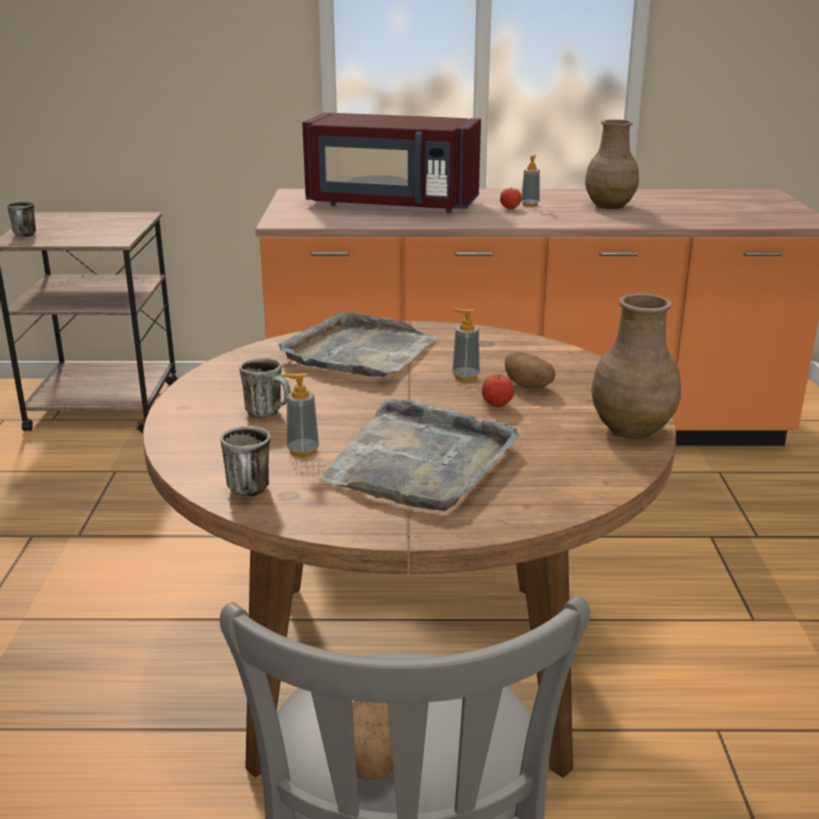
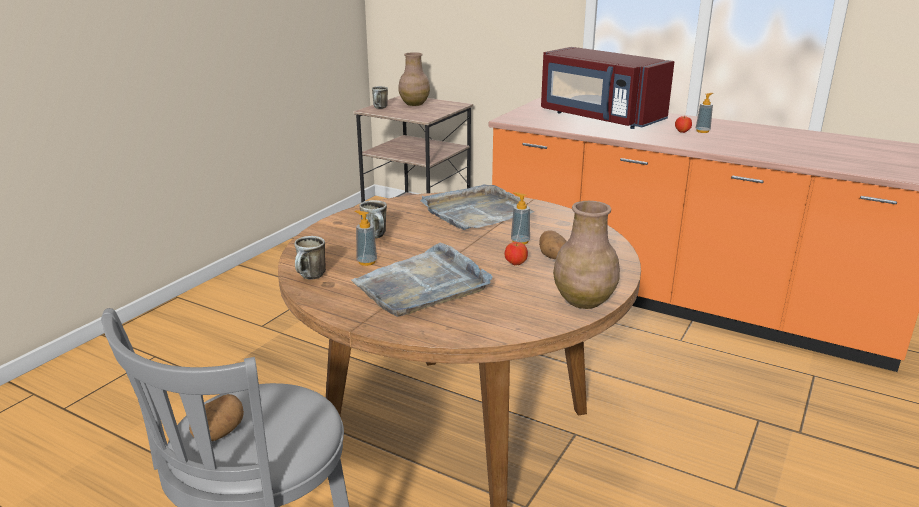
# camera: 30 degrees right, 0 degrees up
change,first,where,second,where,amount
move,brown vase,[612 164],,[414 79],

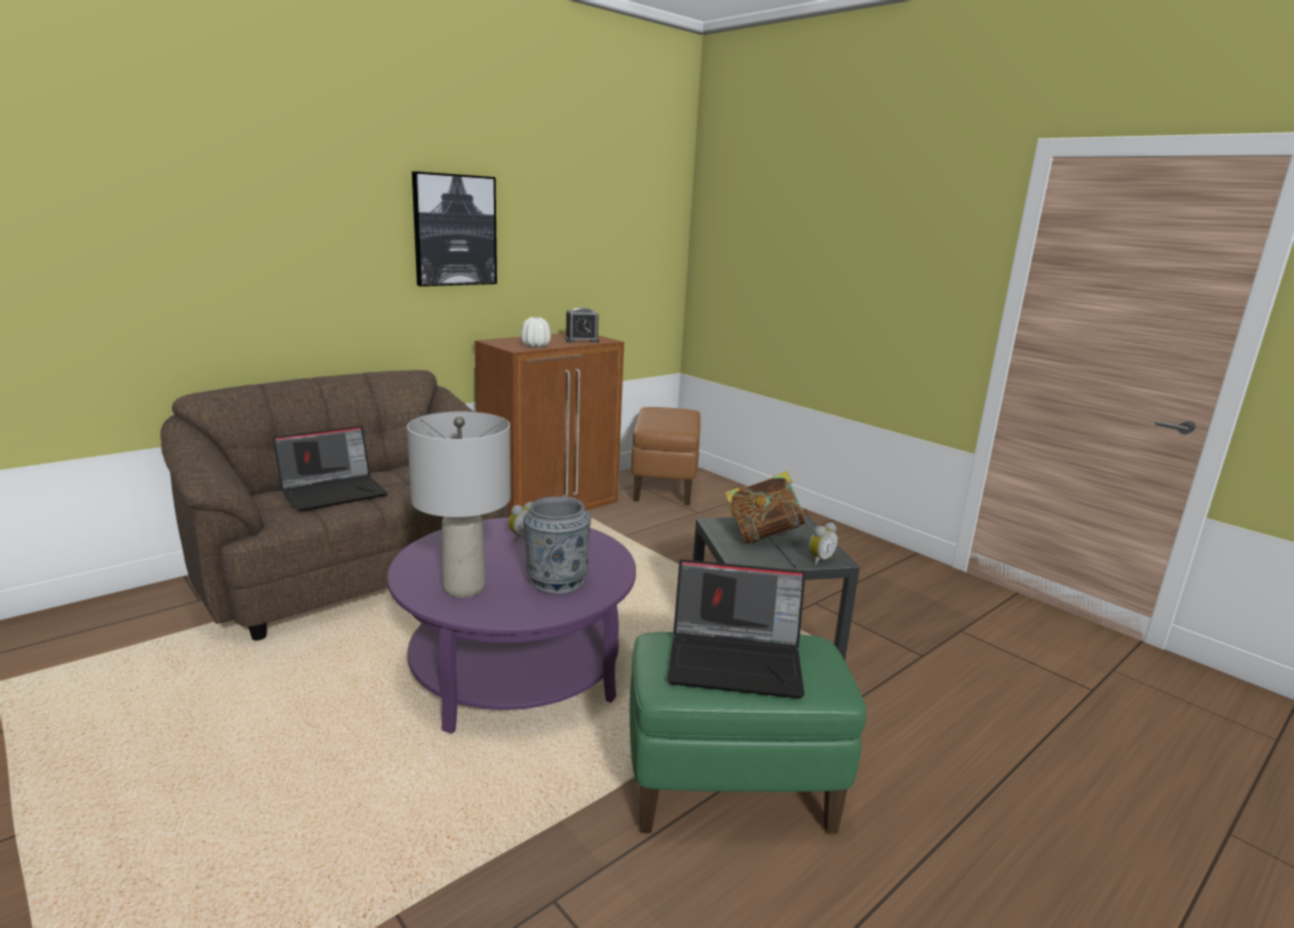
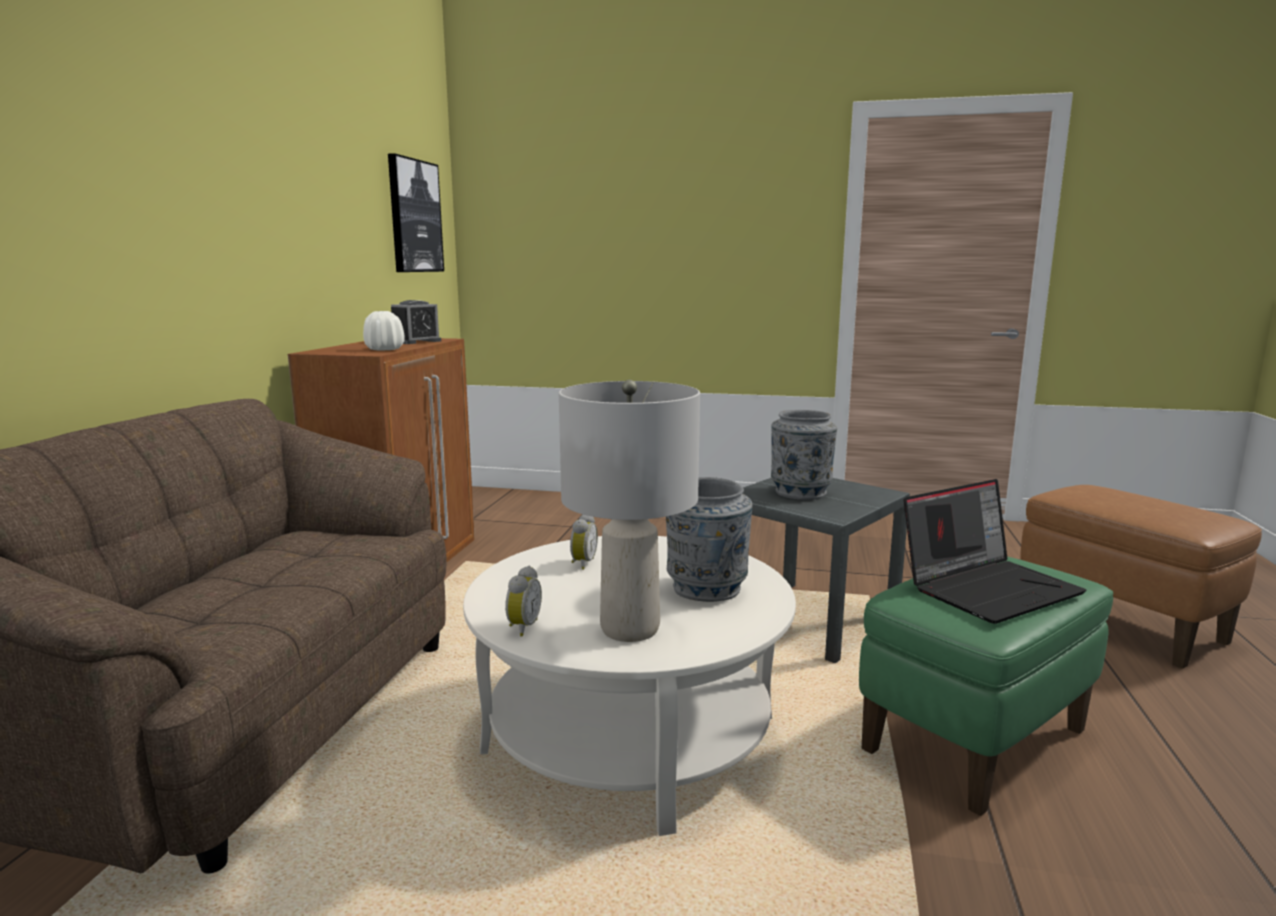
# camera: 35 degrees left, 5 degrees down
change,first,where,second,where,amount
delete,laptop,[330 469],,,
recolor,purple coffee table,[511 626],white coffee table,[629 686],
move,picture,[454 228],,[416 212],
move,brown ottoman,[666 456],,[1141 577],
replace,book,[768 507],grey vase,[804 455],
move,alarm clock,[823 543],,[523 601],

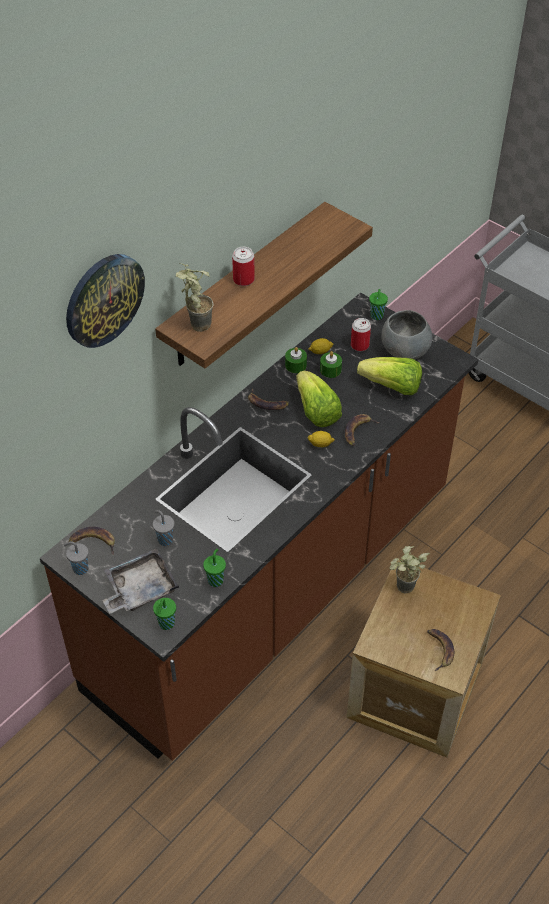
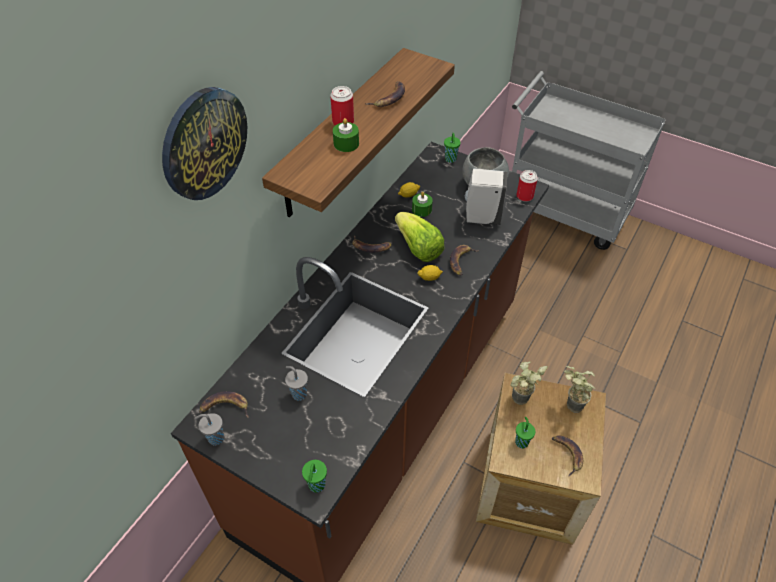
# camera: 10 degrees left, 0 degrees up
change,first,where,second,where,amount
delete,grey tray,[140 581],,,
move,potted plant,[195 297],,[579 389],
move,green cup,[214 568],,[525 432],
move,green candle,[296 360],,[346 135],
move,can,[361 334],,[527 186],
replace,lettuce,[389 376],white soap dispenser,[486 196],
insert,,,banana,[385 94],

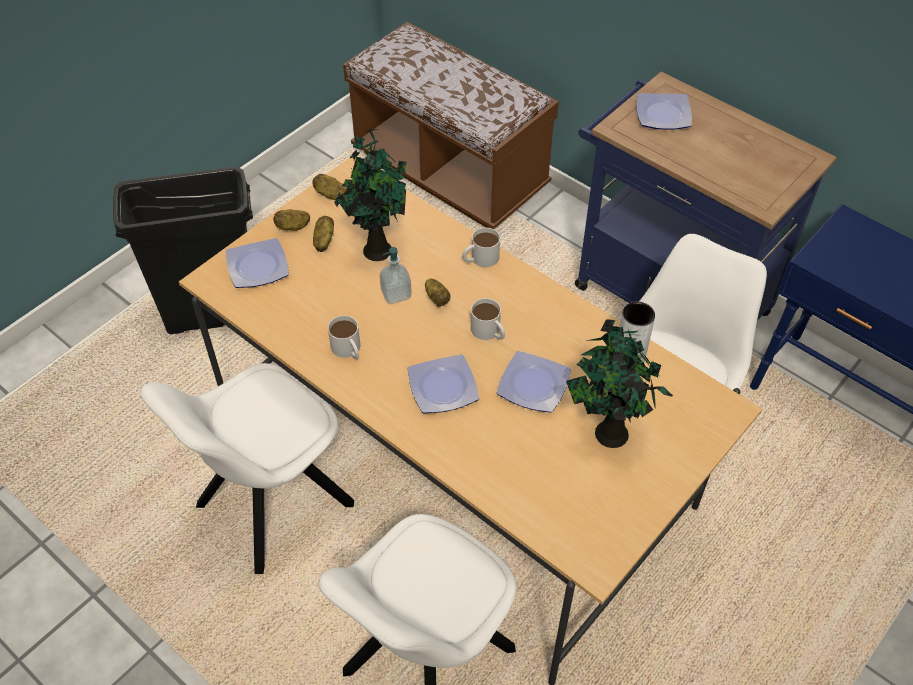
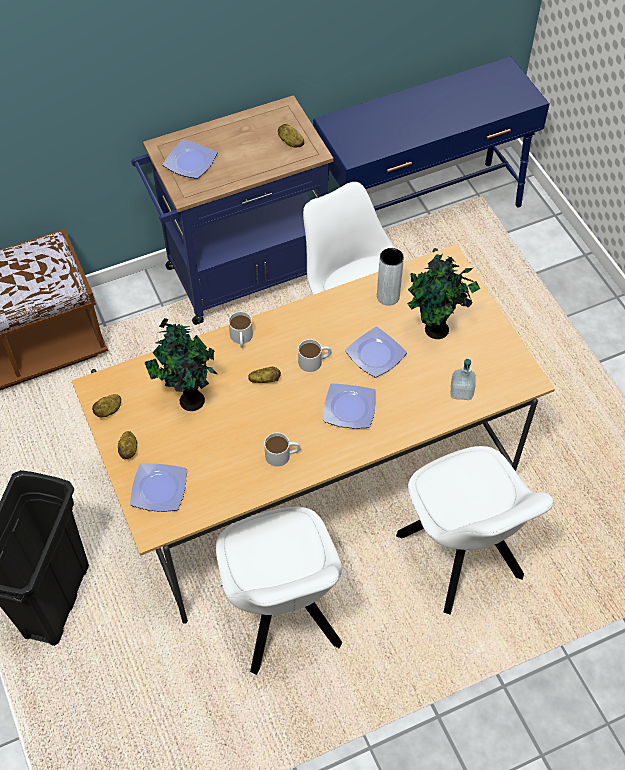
# camera: 65 degrees left, 5 degrees up
change,first,where,second,where,amount
move,potato,[323 234],,[291 135],
move,soap dispenser,[396 275],,[463 379],

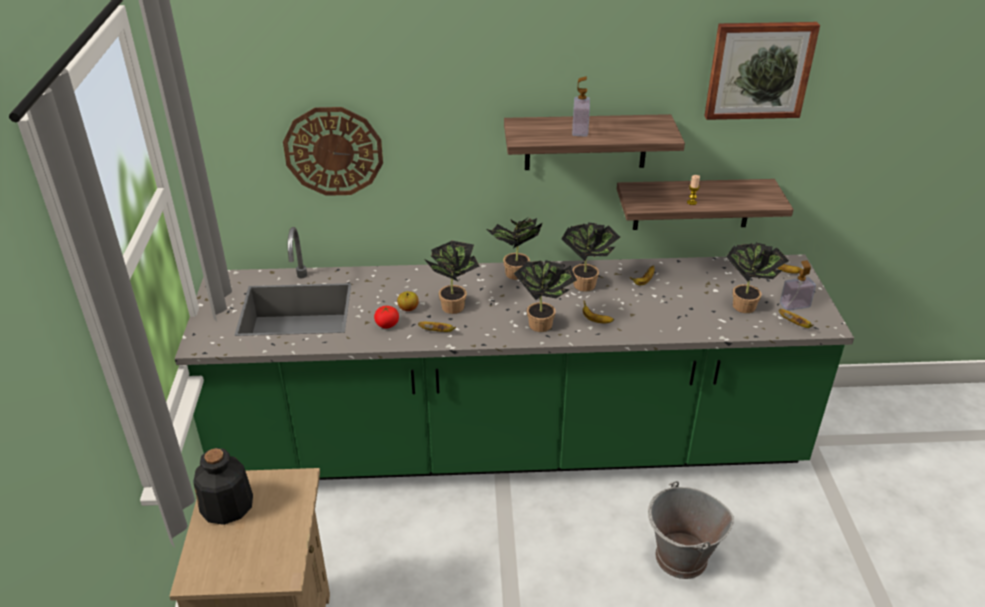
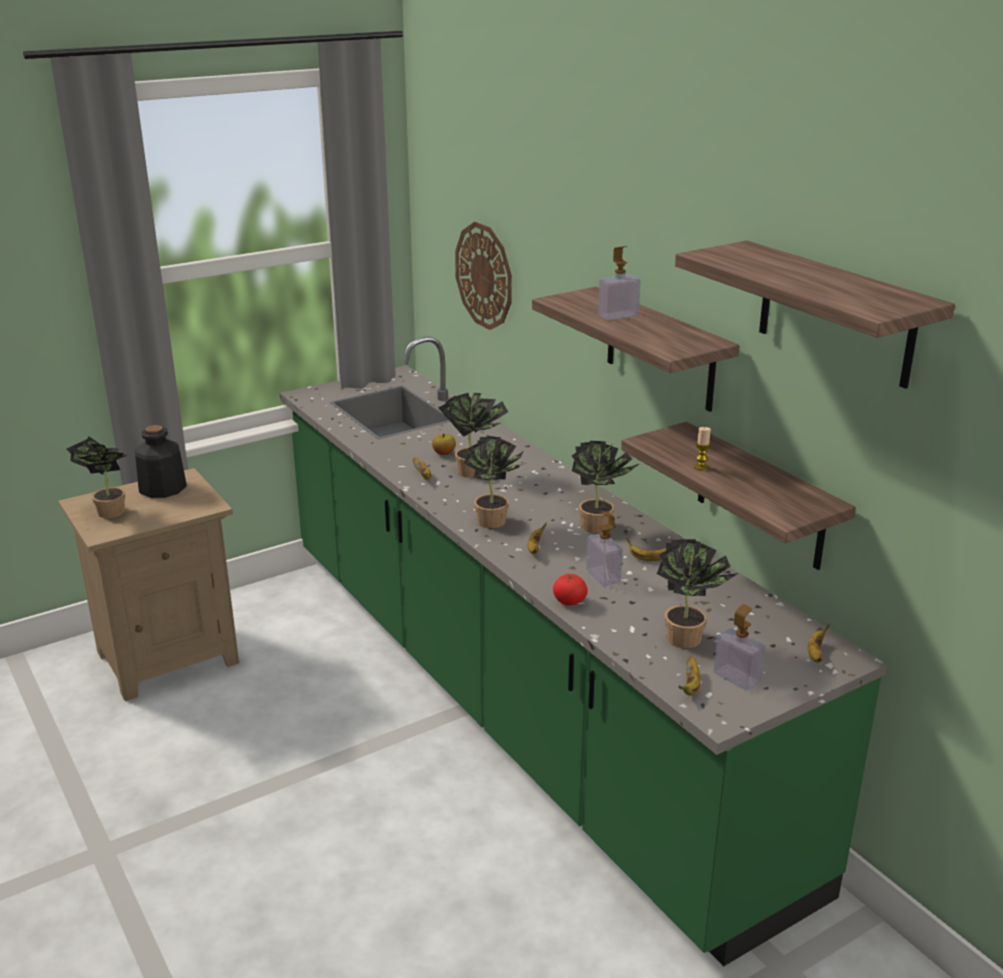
# camera: 60 degrees right, 10 degrees down
change,first,where,second,where,amount
move,tomato,[386 317],,[570 590],
move,potted plant,[514 248],,[96 477],
delete,grey bucket,[691 530],,,
replace,picture,[762 71],shelf,[815 314],
insert,,,soap dispenser,[604 548],

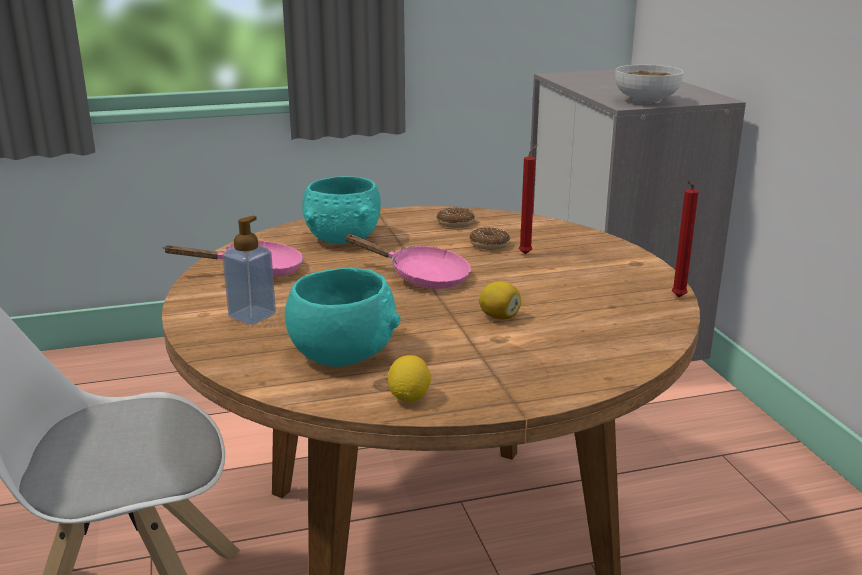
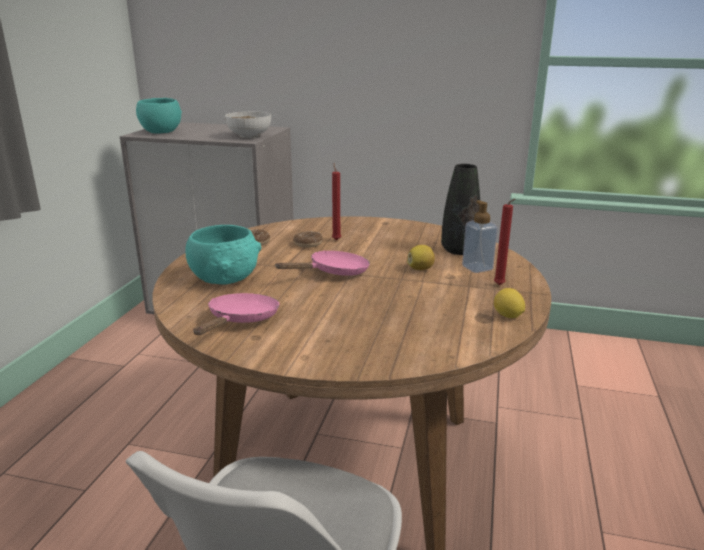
# camera: 60 degrees left, 0 degrees up
change,first,where,second,where,amount
move,soap dispenser,[249 270],,[480 236],
move,turquoise bowl,[342 317],,[159 116],
move,red candle,[685 239],,[504 242],
insert,,,black vase,[460 209],

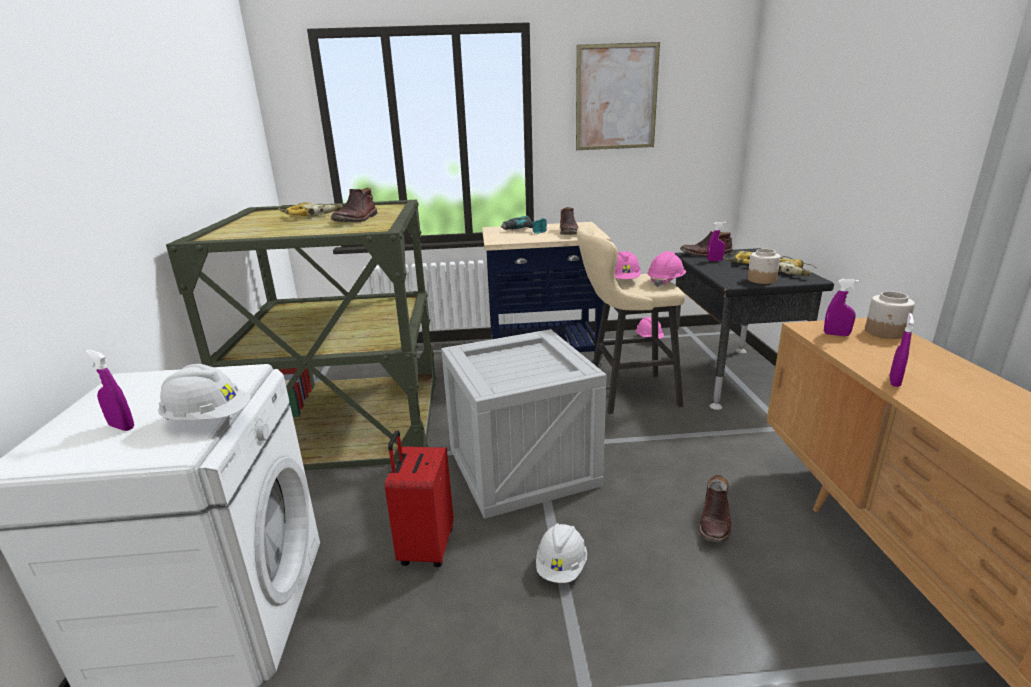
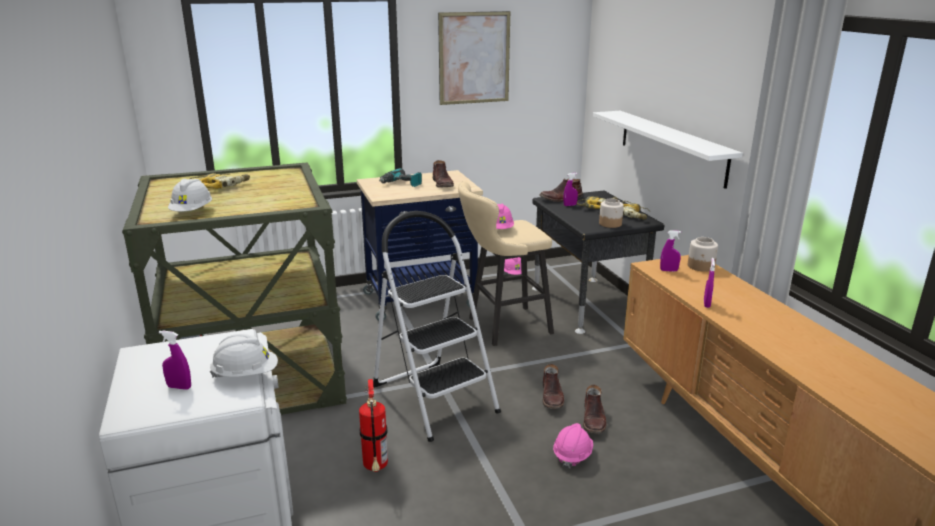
# camera: 15 degrees left, 0 degrees up
change,first,where,second,where,amount
move,brown boot,[354 205],,[553 386],
replace,red suitcase,[419 498],fire extinguisher,[373 425],
replace,crate,[524 424],step ladder,[437 326],
move,white hard hat,[561 553],,[190 195],
move,pink hard hat,[667 269],,[573 446],
insert,,,white shelf,[668 150],

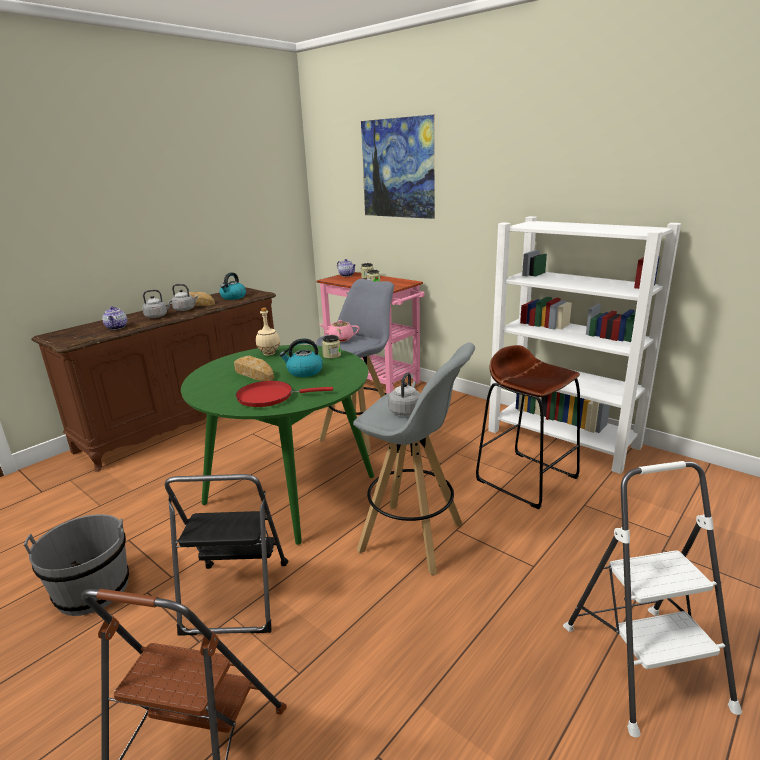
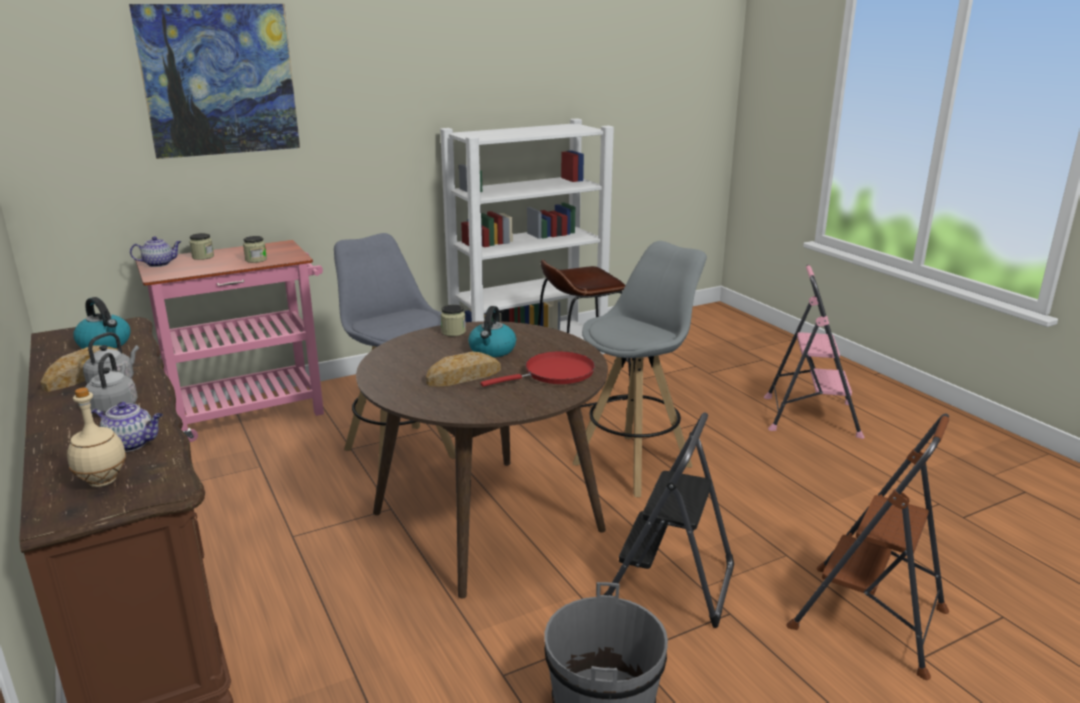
# camera: 70 degrees left, 0 degrees up
change,first,where,second,where,amount
recolor,green dining table,[277 445],brown dining table,[482 460],
rotate,red frying pan,[284 394],,[537 369],135 degrees counterclockwise
move,beige bottle,[268 332],,[96 437],
delete,pink teapot,[339 331],,,
delete,grey kettle,[404 394],,,
recolor,white step ladder,[652 599],pink step ladder,[814 352],

